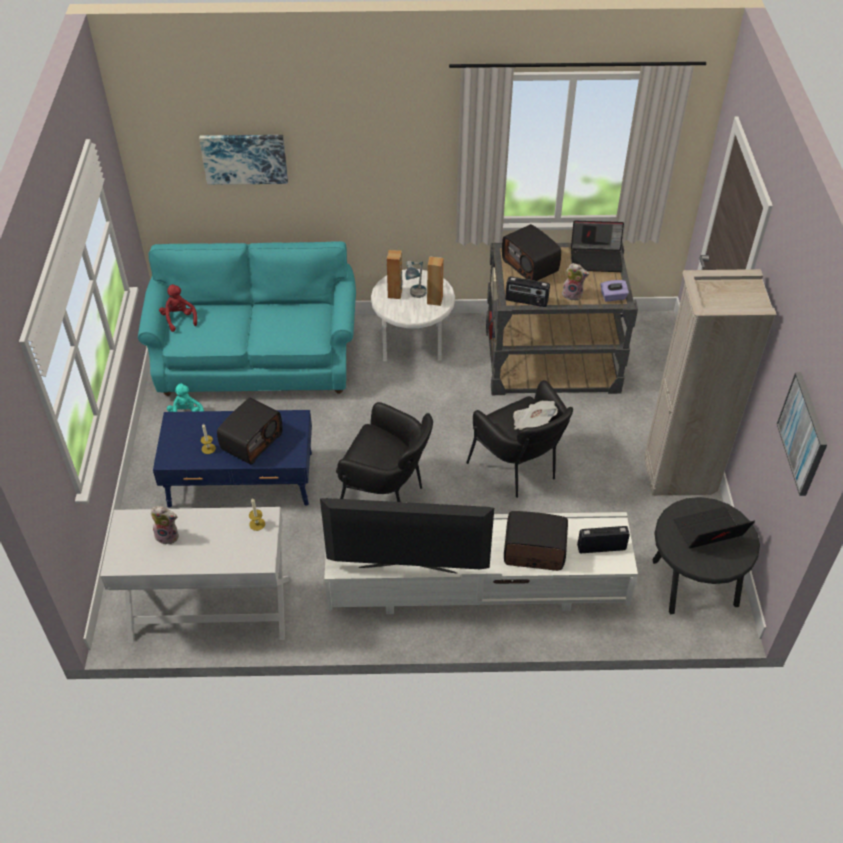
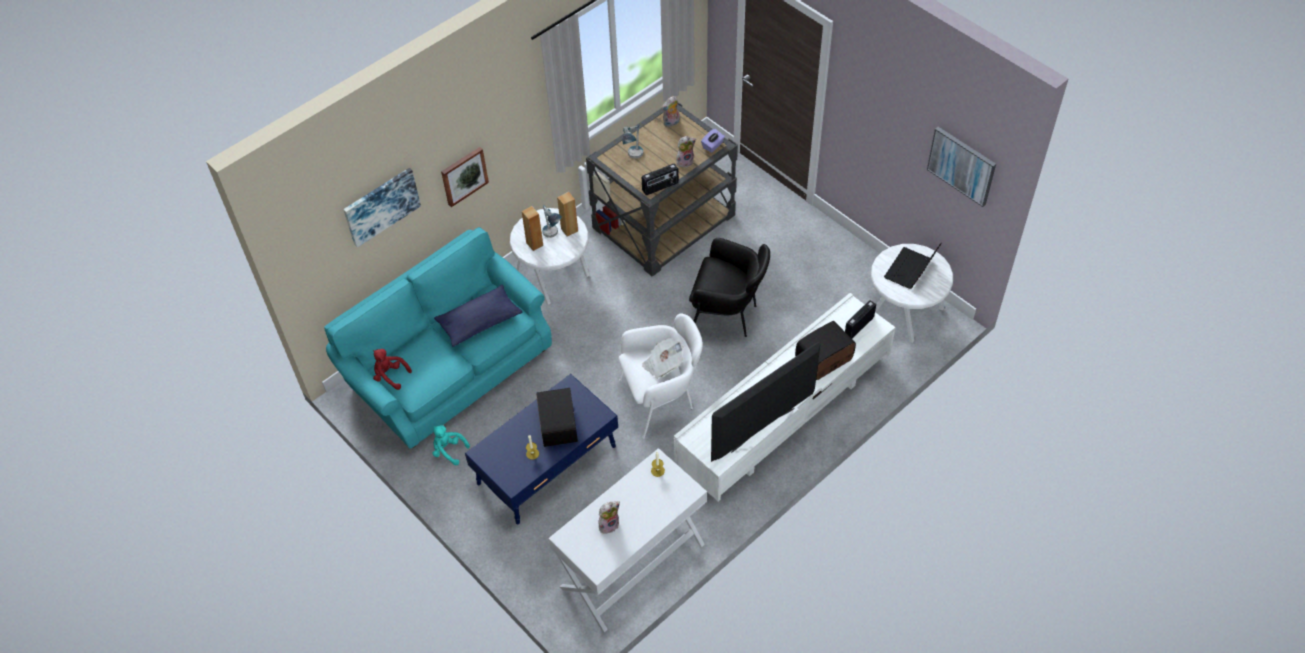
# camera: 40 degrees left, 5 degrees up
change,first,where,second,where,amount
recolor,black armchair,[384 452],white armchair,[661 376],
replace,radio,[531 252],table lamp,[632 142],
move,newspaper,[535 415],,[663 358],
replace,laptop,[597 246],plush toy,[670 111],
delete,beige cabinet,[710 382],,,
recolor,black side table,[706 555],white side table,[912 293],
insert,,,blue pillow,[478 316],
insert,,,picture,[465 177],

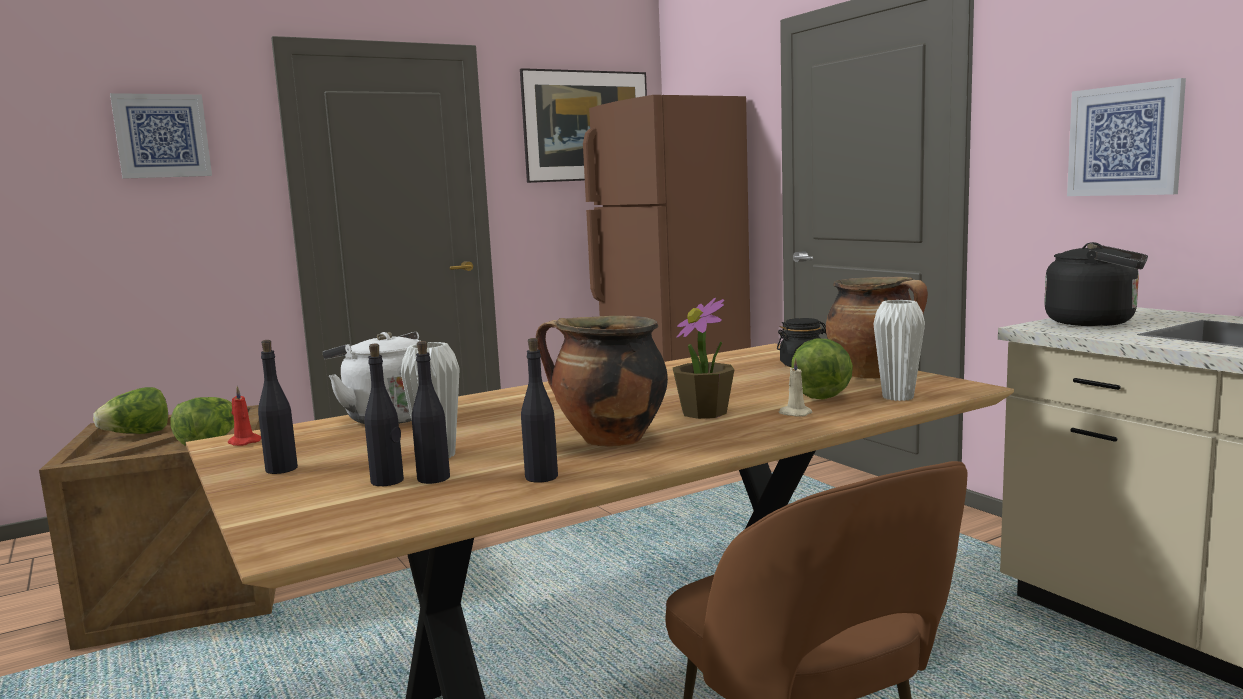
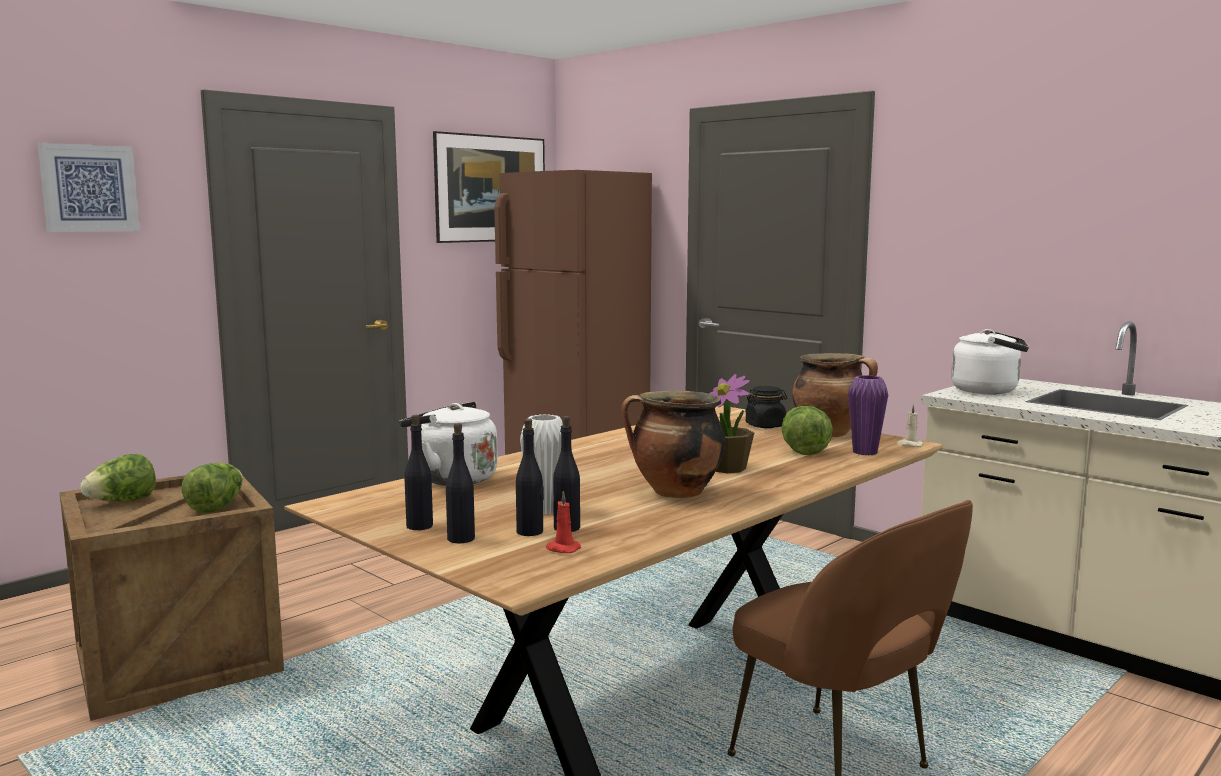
# camera: 15 degrees left, 0 degrees up
change,first,where,second,where,amount
move,red candle,[244 416],,[563 522],
move,black bottle,[539 410],,[460 483],
move,beige candle,[796 387],,[910 425],
recolor,white vase,[899 350],purple vase,[868 415],
recolor,black kettle,[1096 284],white kettle,[990 361],
delete,picture,[1126 137],,,

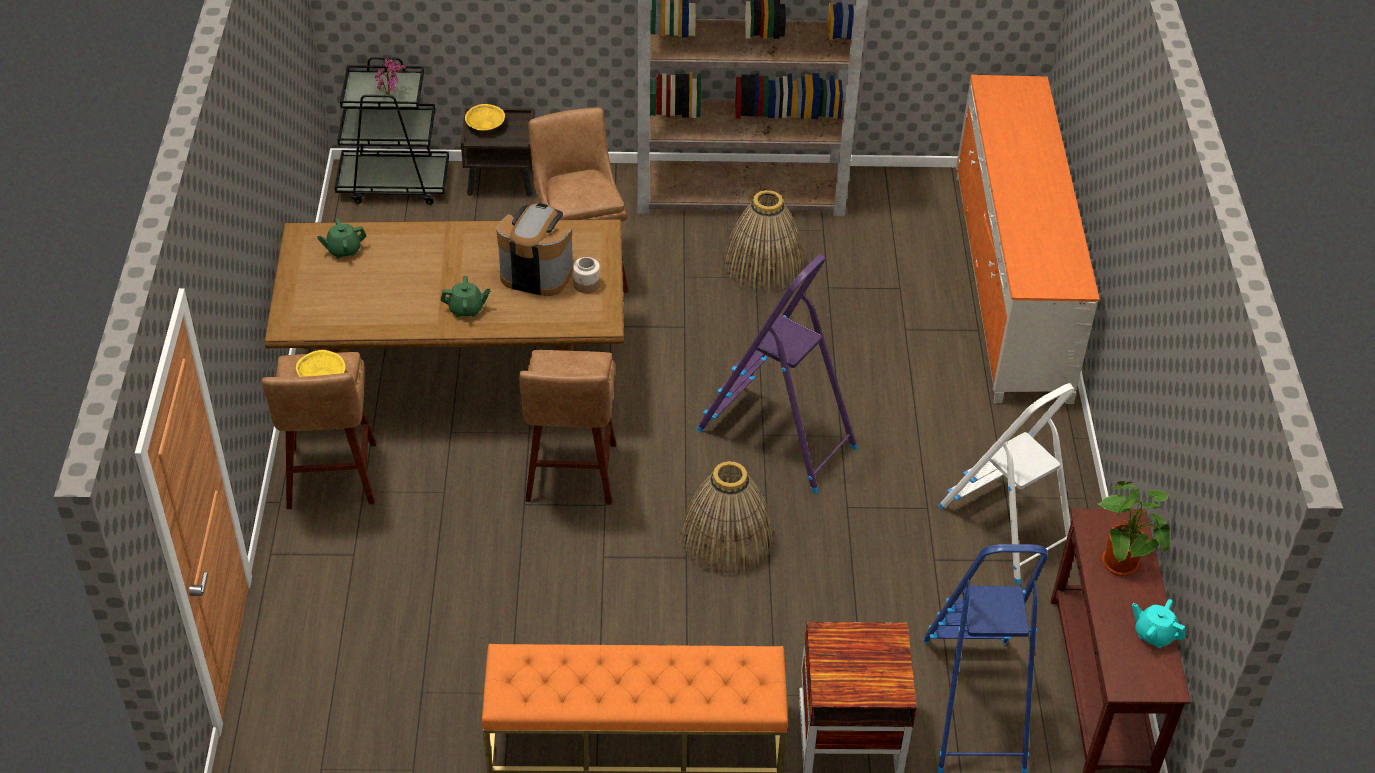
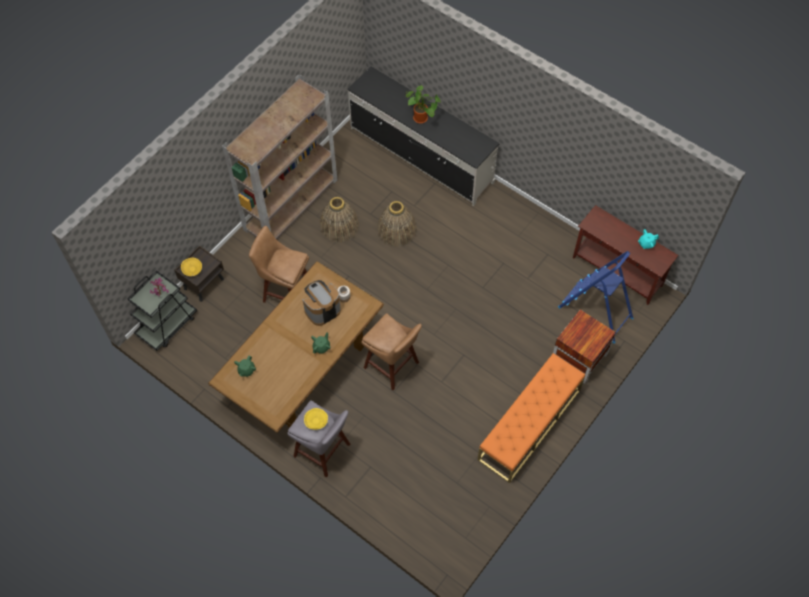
# camera: 50 degrees left, 15 degrees up
change,first,where,second,where,amount
recolor,brown stool,[319 430],grey stool,[318 439],
move,basket,[726 518],,[397 224],
delete,purple step ladder,[777 374],,,
delete,white step ladder,[1006 484],,,
recolor,orange cabinet,[1028 239],black cabinet,[424 136],
move,potted plant,[1135 528],,[422 104],

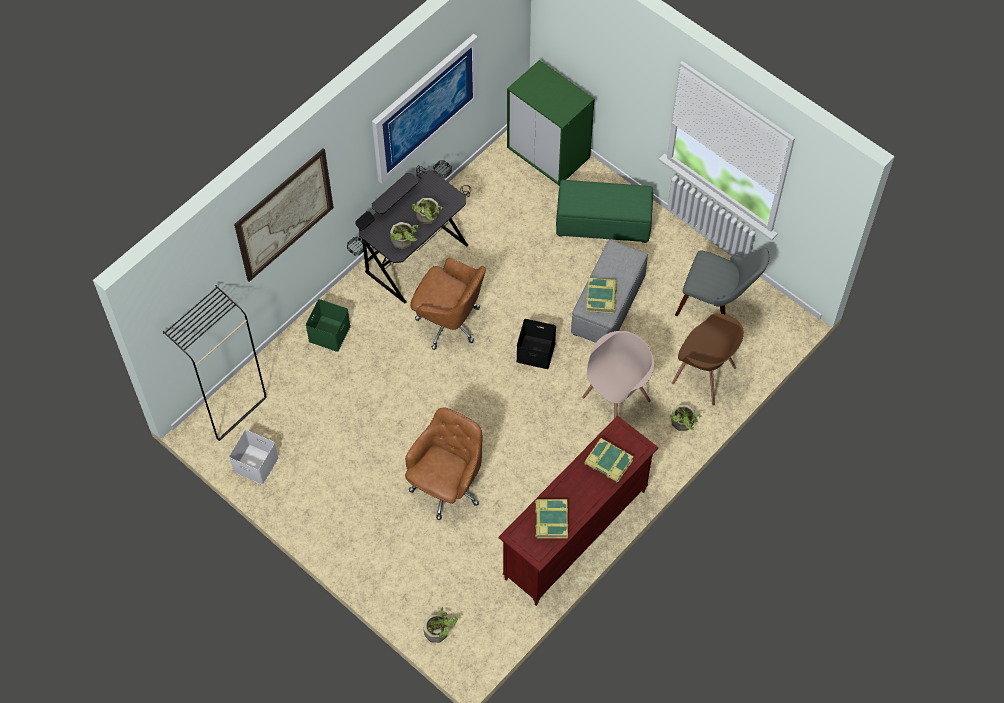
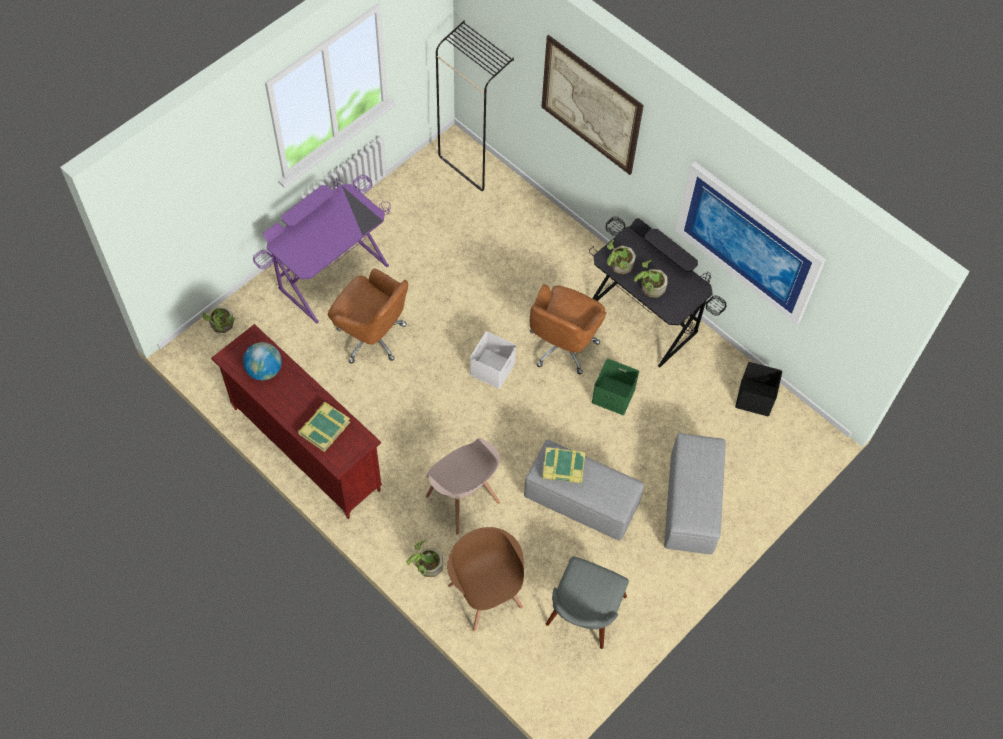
# camera: 90 degrees right, 0 degrees up
change,first,where,second,where,amount
move,white storage box,[254 457],,[493 360],
move,green storage box,[328 325],,[615 387],
delete,green cabinet,[551 123],,,
move,black storage box,[536 344],,[758 389],
replace,book,[551 519],globe,[262 361],
recolor,green ottoman,[604 211],grey ottoman,[695 493],
rotate,brown chair,[708 359],,[485 579],120 degrees clockwise
insert,,,purple desk,[322 249],

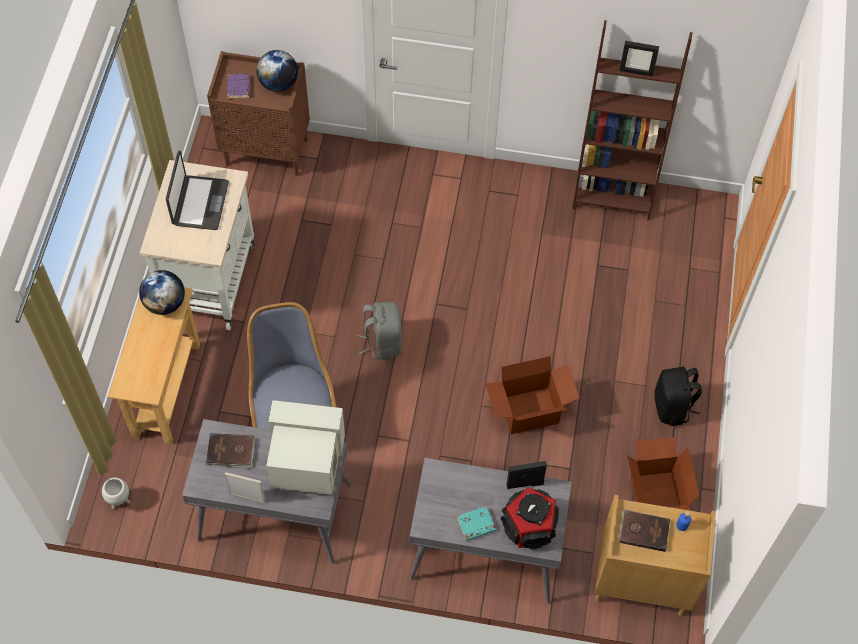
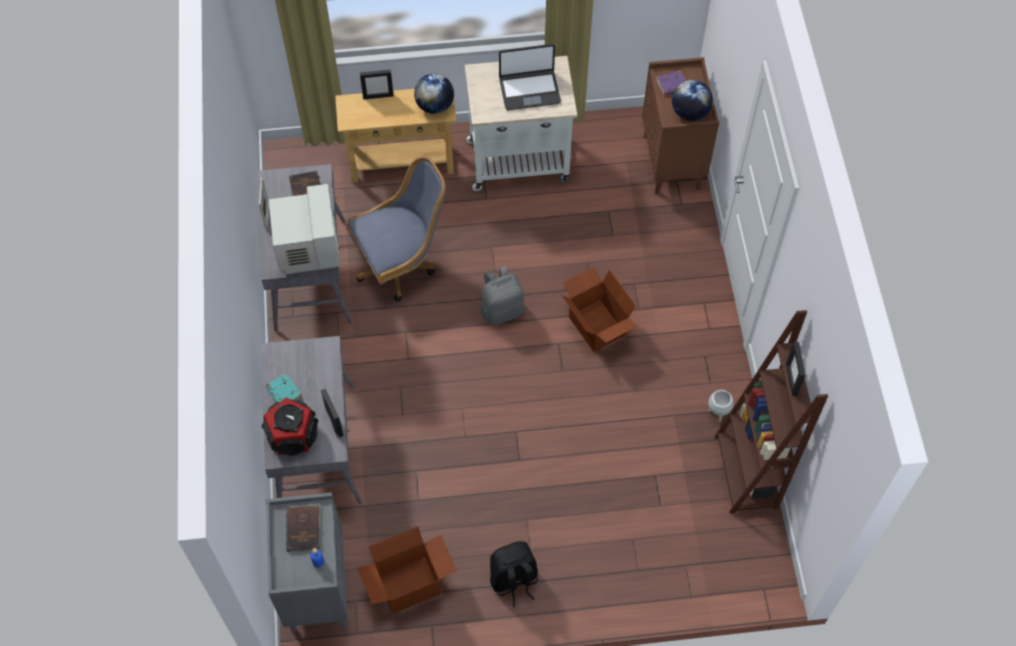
# camera: 75 degrees right, 0 degrees up
change,first,where,second,where,amount
move,white planter,[116 493],,[721 406],
move,cardboard box,[532 395],,[599 309],
recolor,brown cabinet,[655 556],grey cabinet,[306 562],
insert,,,picture frame,[377 84],

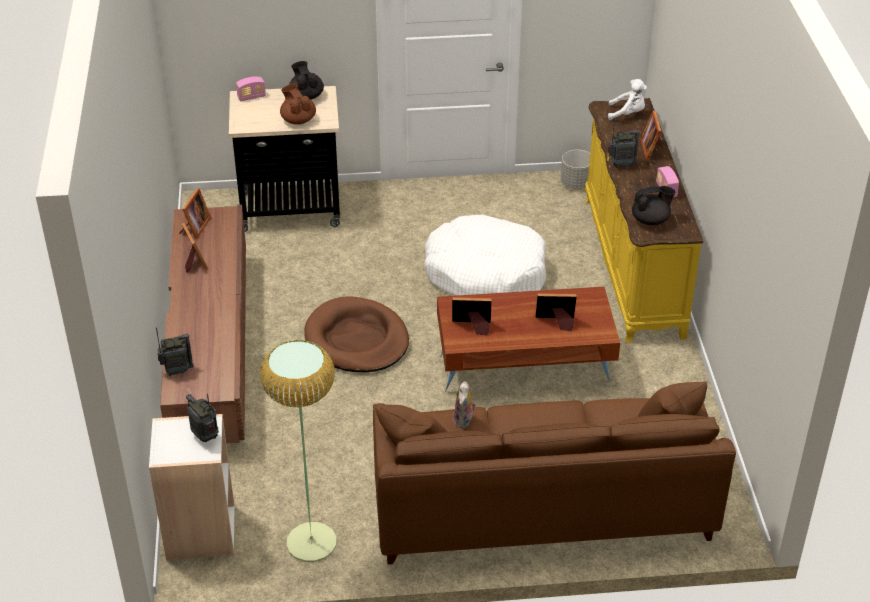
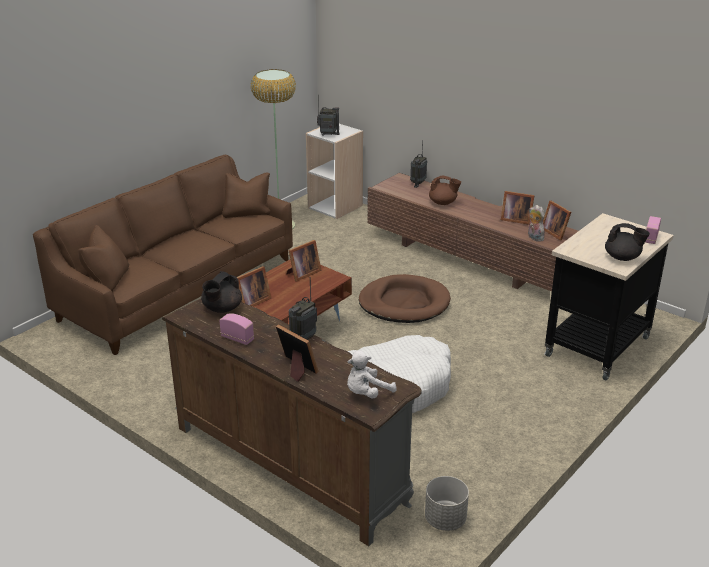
# camera: 135 degrees right, 10 degrees down
change,first,where,second,where,amount
move,brown teapot,[298 104],,[445 190],
move,plush toy,[464 404],,[536 223],
recolor,yellow cabinet,[644 220],grey cabinet,[292 422],

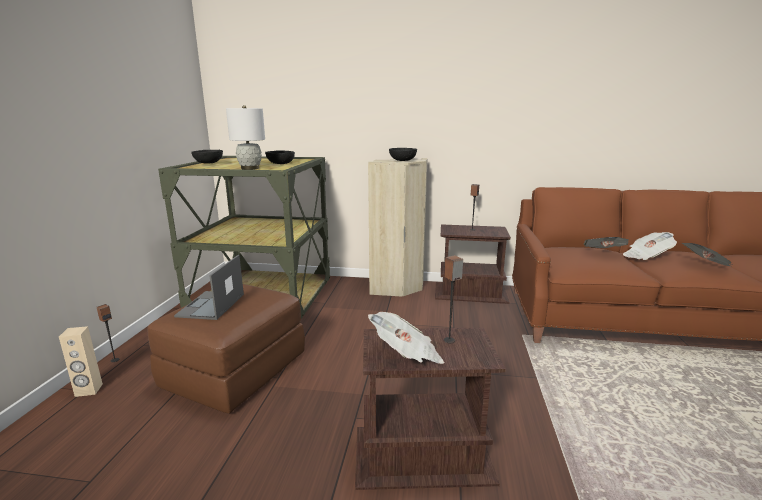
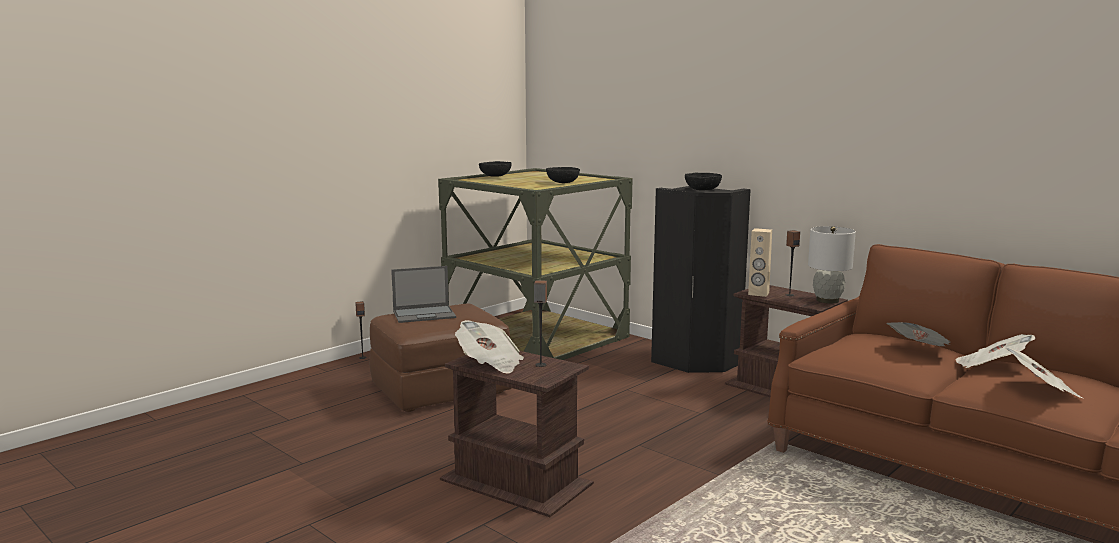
# camera: 35 degrees right, 5 degrees down
change,first,where,second,where,amount
move,beige speaker,[81 361],,[760 262],
rotate,laptop,[209 287],,[423 294],150 degrees counterclockwise
move,white table lamp,[245 137],,[832 264],
recolor,beige cabinet,[398 227],black cabinet,[701 279],

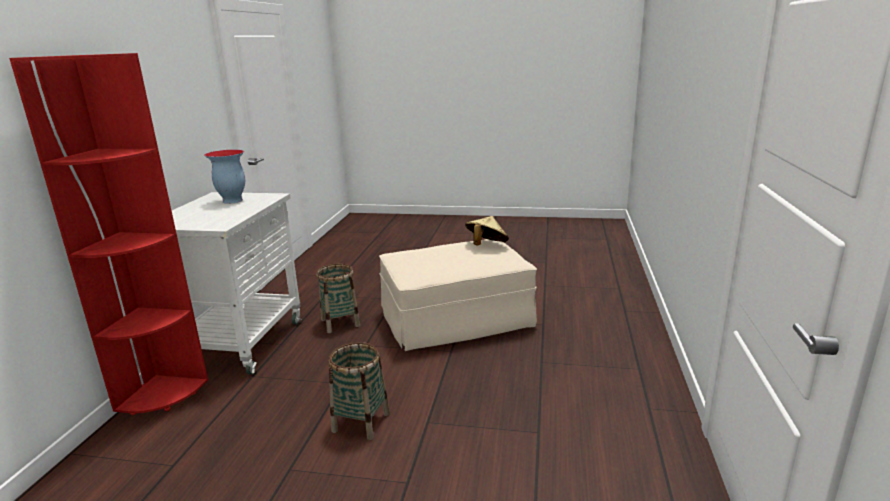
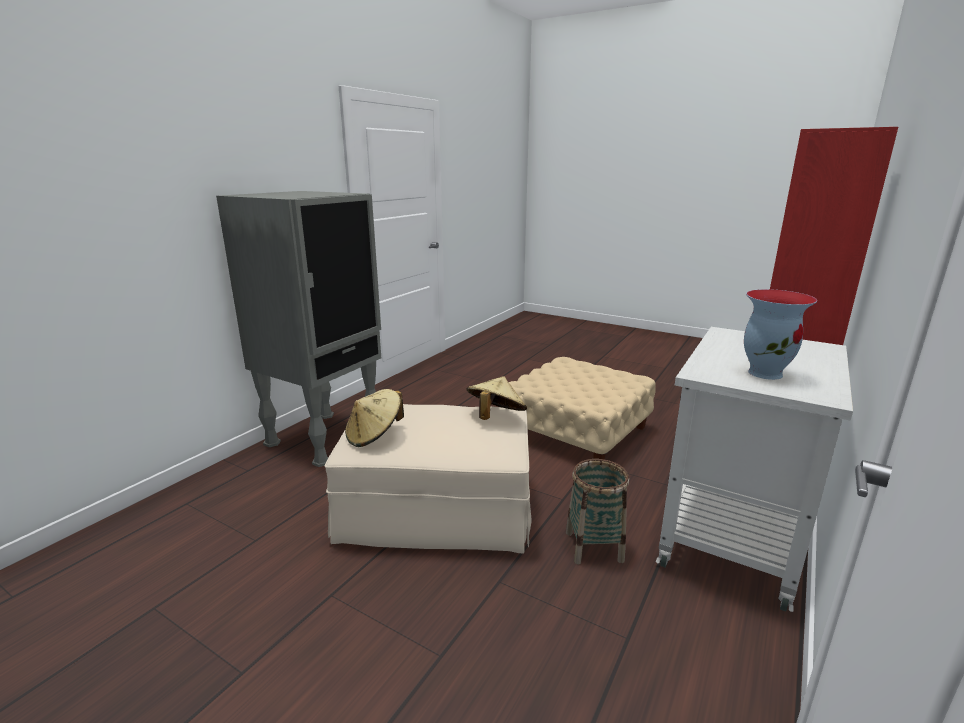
# camera: 160 degrees left, 0 degrees up
change,first,where,second,where,amount
replace,basket,[359 391],beige ottoman,[582 408],
insert,,,grey cabinet,[298 329],
insert,,,beige hat,[497 398],

